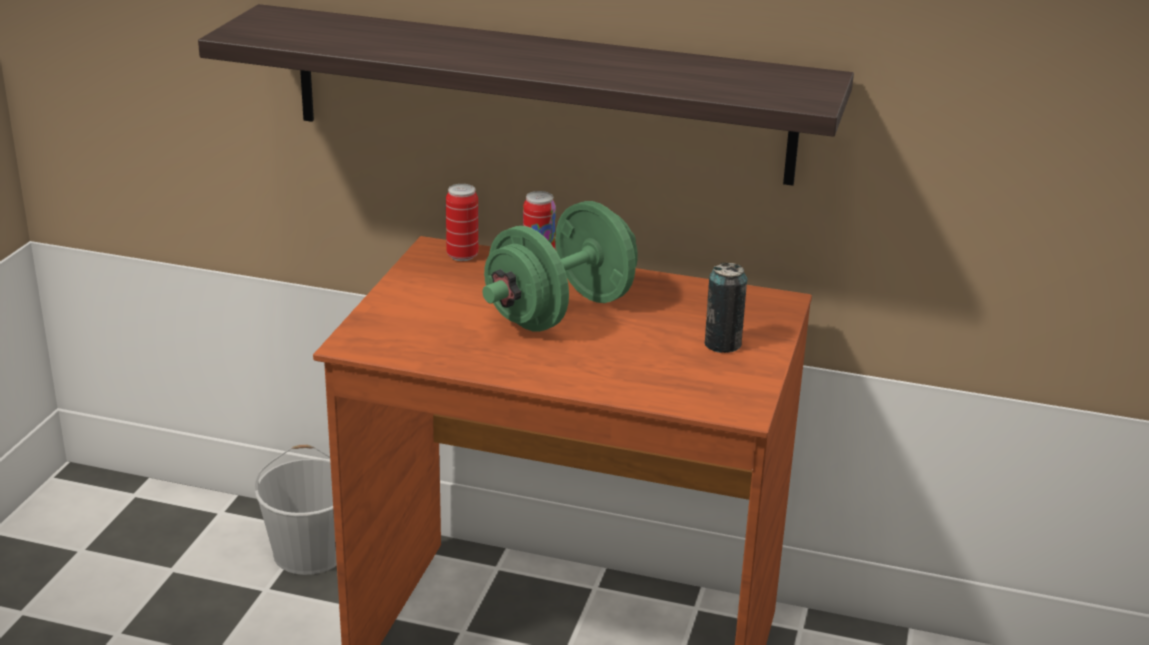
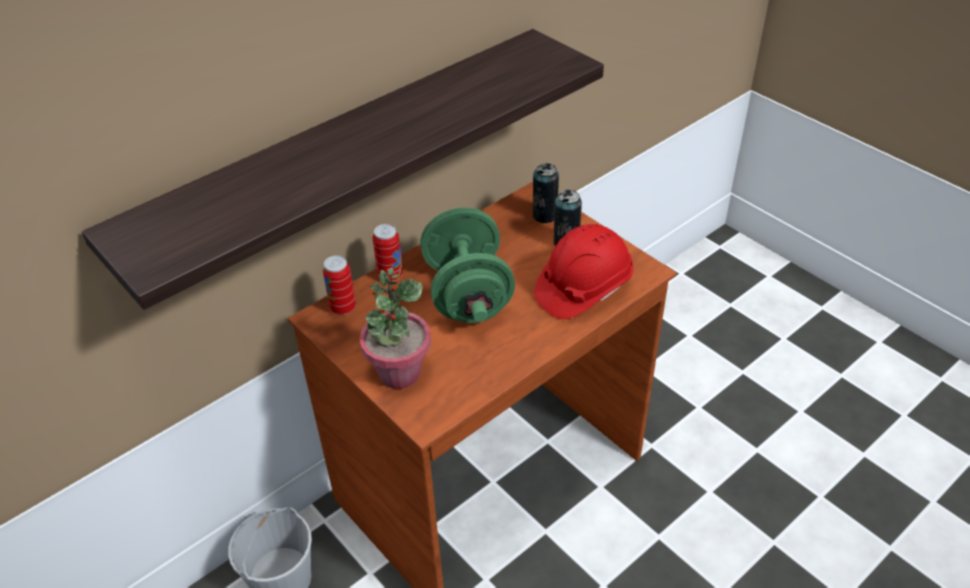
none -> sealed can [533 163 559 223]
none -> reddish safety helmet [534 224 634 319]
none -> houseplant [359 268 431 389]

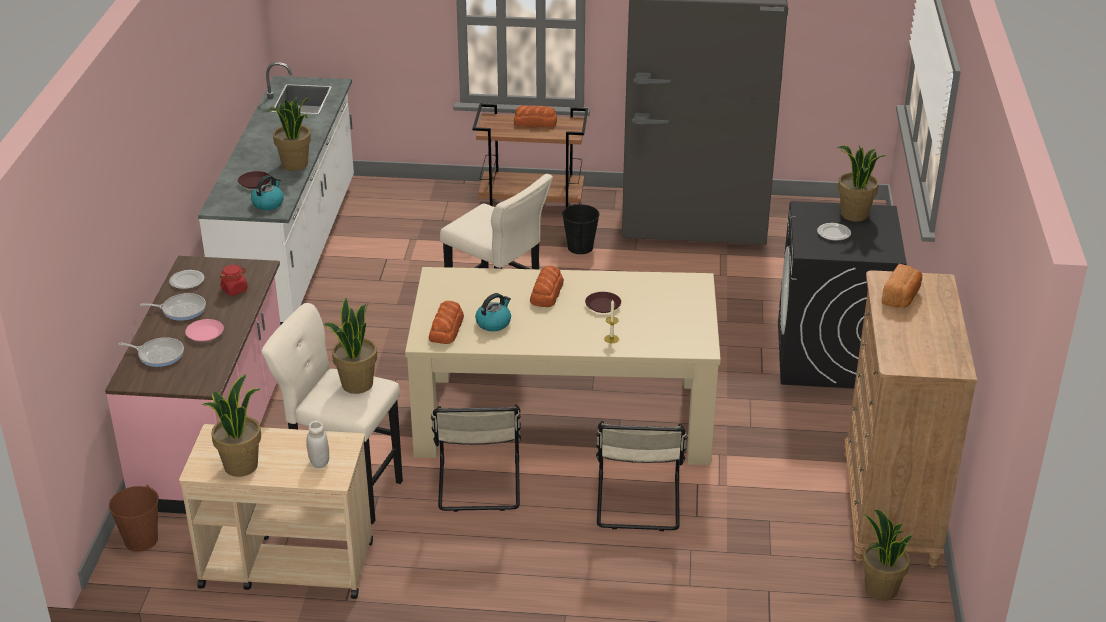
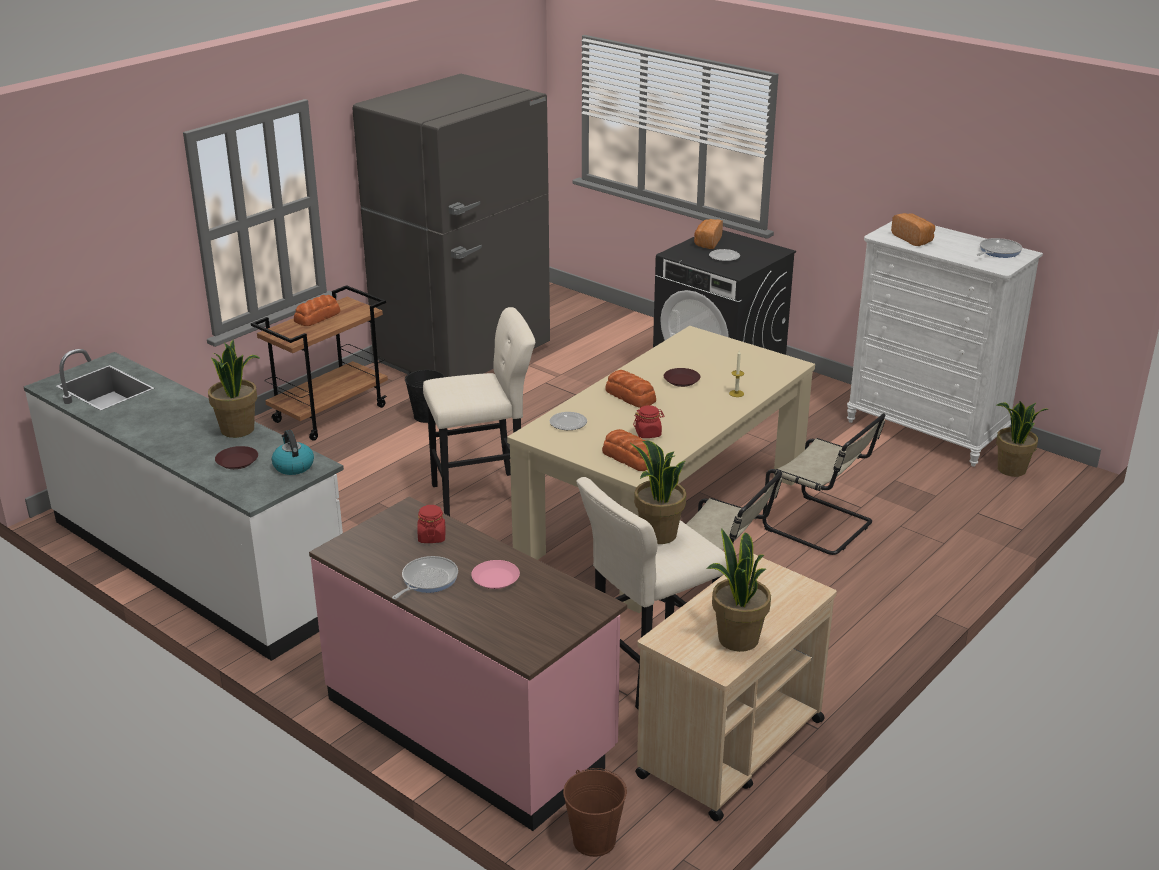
houseplant [837 146 887 221] -> bread [694 219 723 249]
plate [169 270 204 289] -> plate [550 412 587 430], relocated
brown drawer chest [844 270 977 568] -> white drawer chest [847 221 1043 467]
tea kettle [475 293 511 331] -> reddish preserve jar [633 405 665 438]
frying pan [118 337 184 367] -> frying pan [977 238 1022 258], relocated
white preserve jar [306 420 329 468] -> none

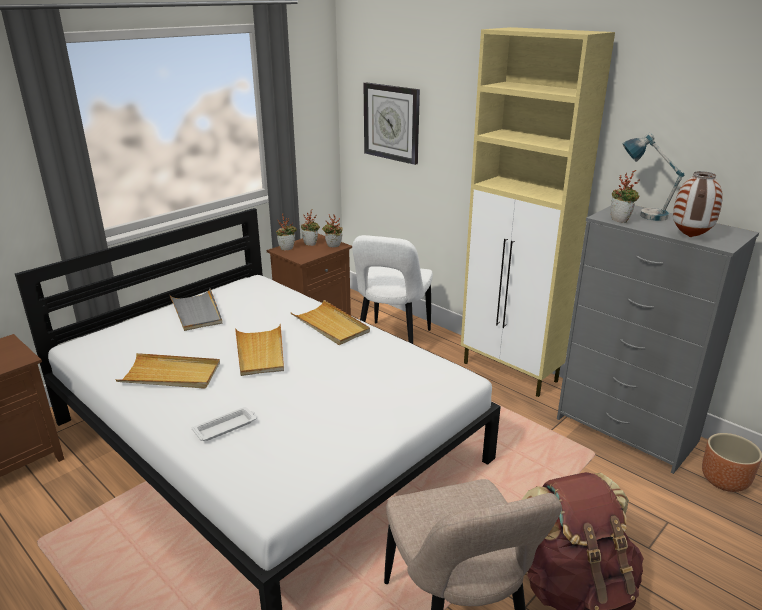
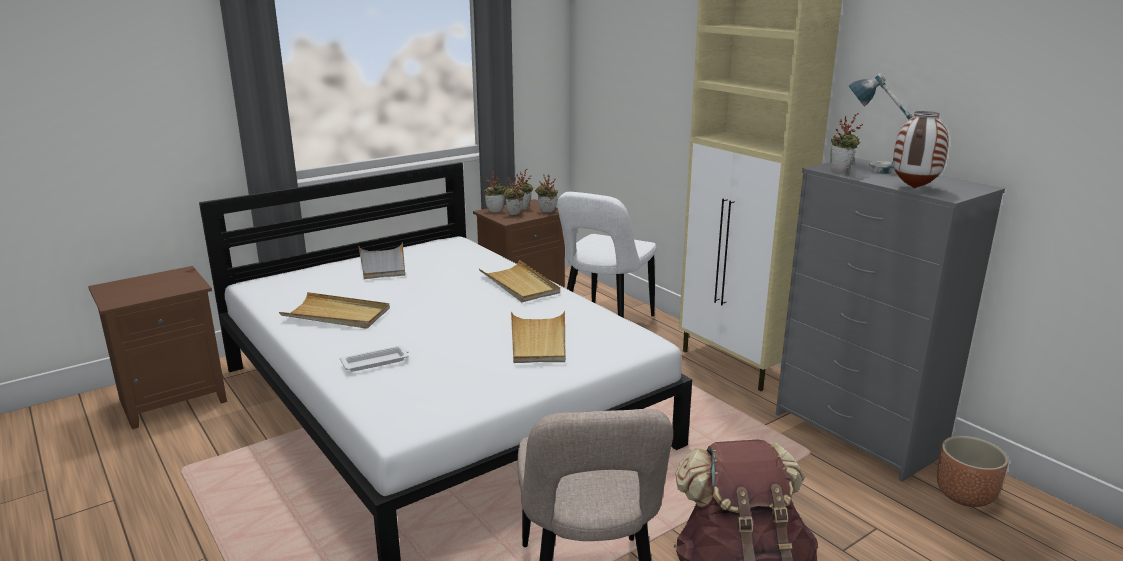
wall clock [363 82 420 165] -> none
beige serving tray [235 324 284 376] -> beige serving tray [511 311 565 363], relocated
none -> houseplant [503 176 524 215]

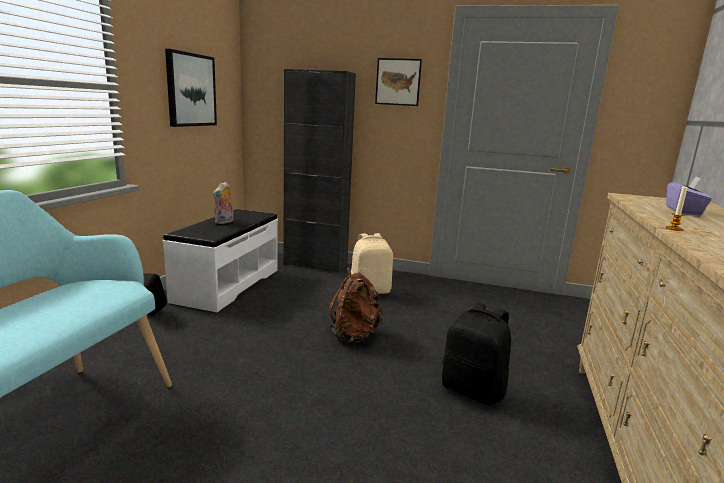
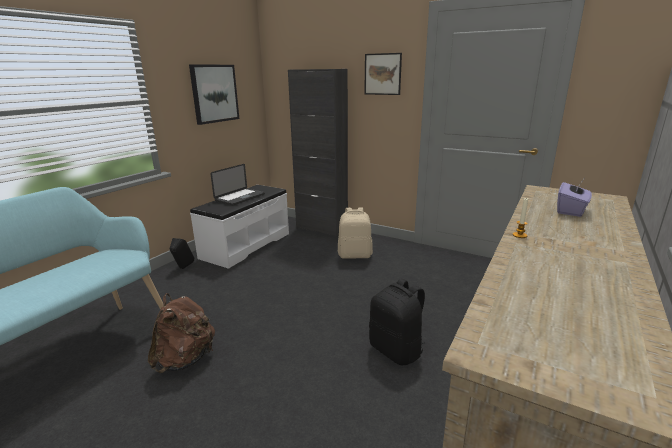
plush toy [213 182 234 224] -> notebook computer [210 164 265 205]
brown backpack [329 267 383 343] -> brown backpack [148 293 215 373], relocated

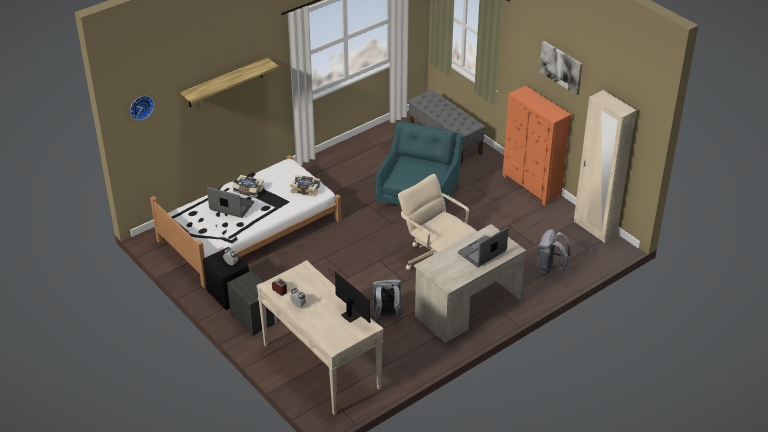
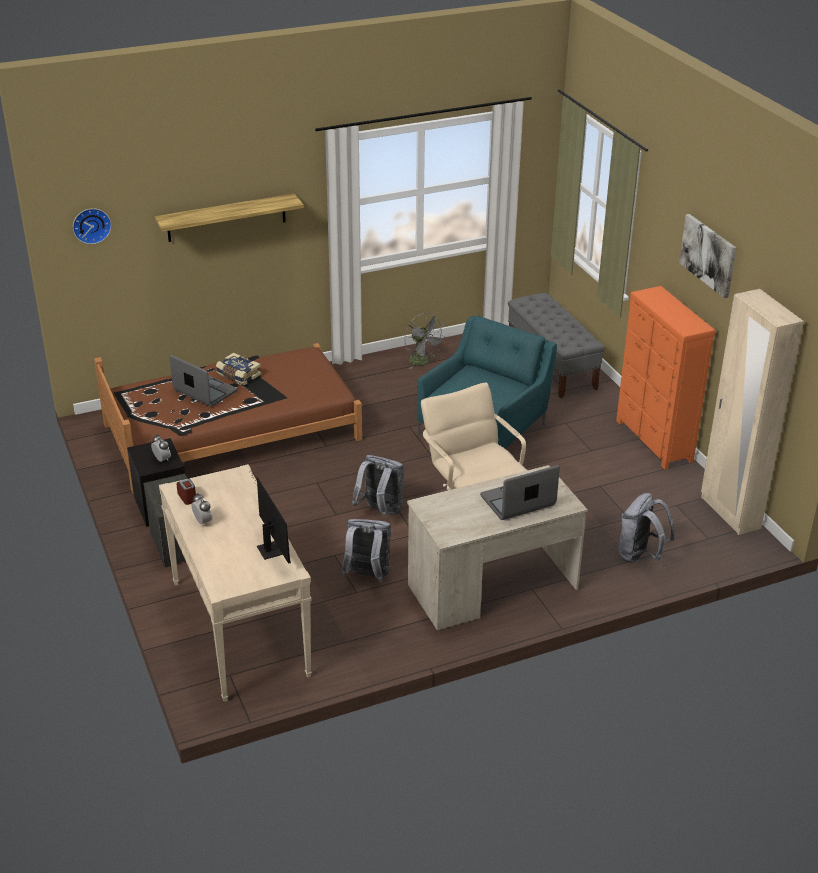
white bed [150 155 341 288] -> brown bed [94 343 362 493]
book [290 175 320 196] -> none
none -> gray electric fan [405 313 446 369]
none -> gray backpack [352 455 404 517]

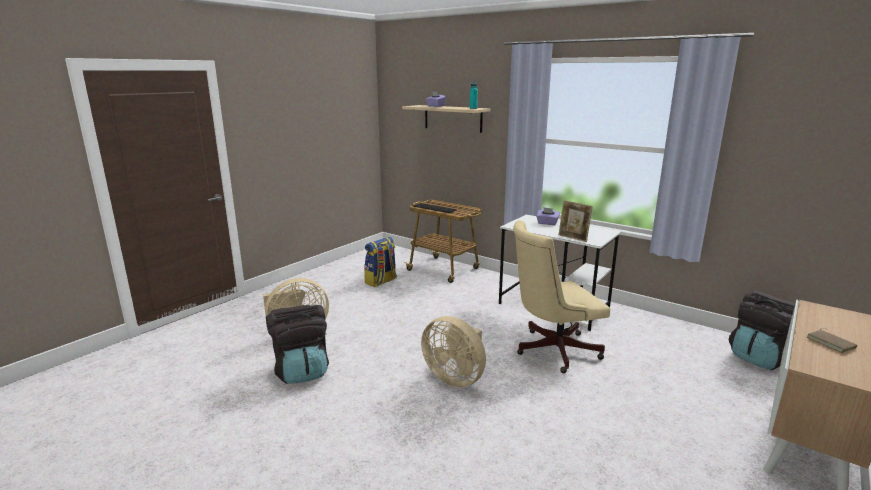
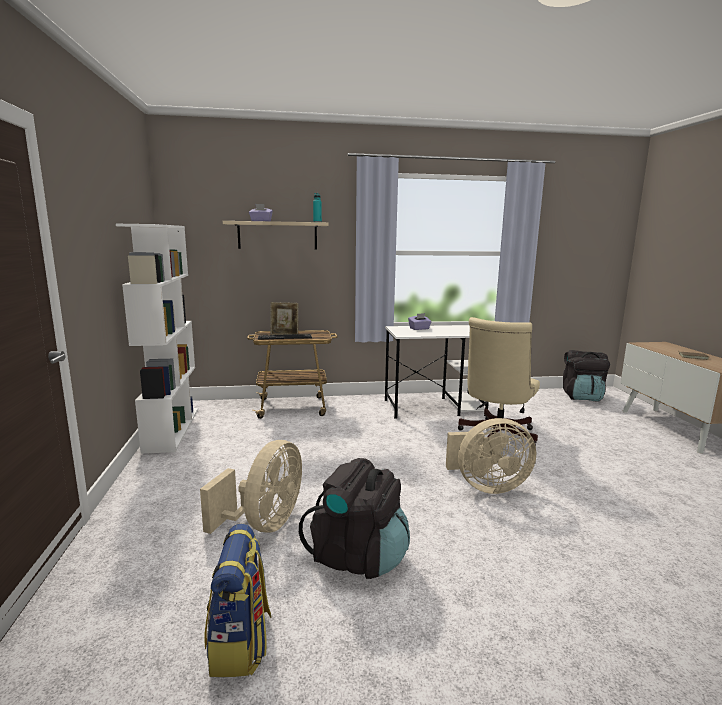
picture frame [558 200 593 242] -> picture frame [270 302 298 335], relocated
backpack [364 237 397 287] -> backpack [205 524 272 677], relocated
none -> white bookshelf [116 224 198 454]

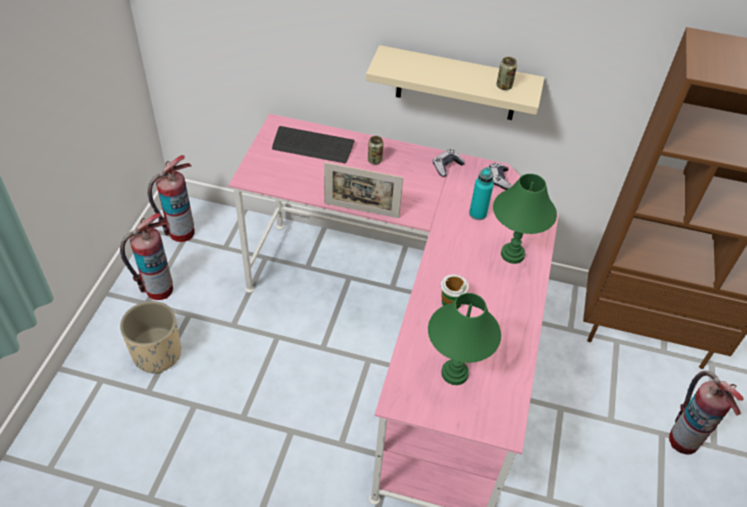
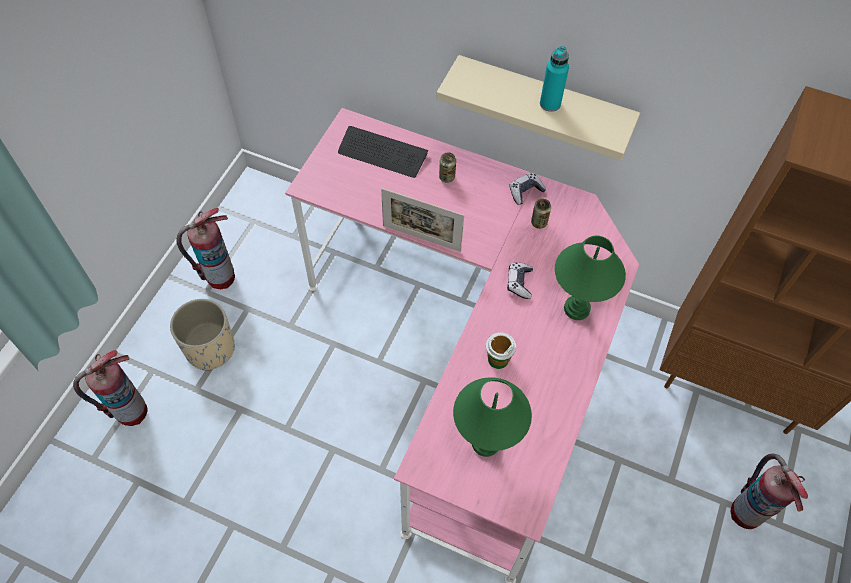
sealed can [496 57 517 90] -> sealed can [531 199 551 229], relocated
extinguisher [148 155 195 242] -> extinguisher [73 350 147 426], relocated
joypad [489 163 512 190] -> joypad [507 262 533 299], relocated
turquoise drink bottle [469 167 494 220] -> turquoise drink bottle [540 46 569 112], relocated

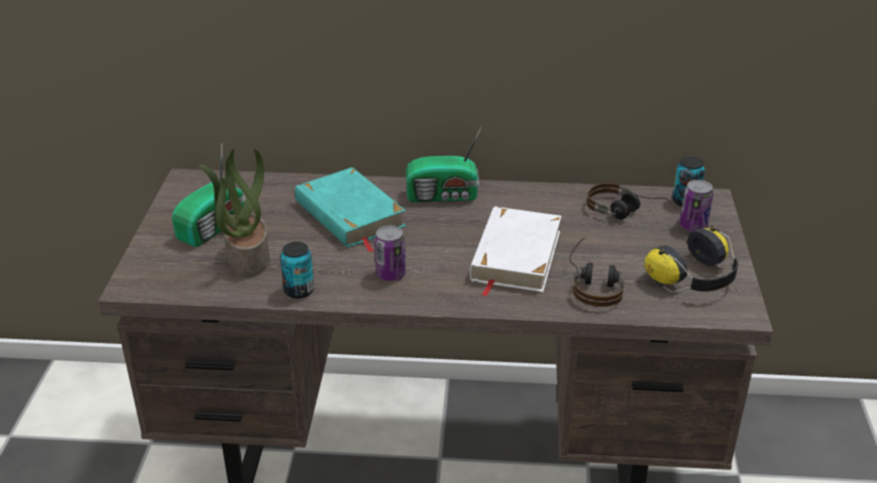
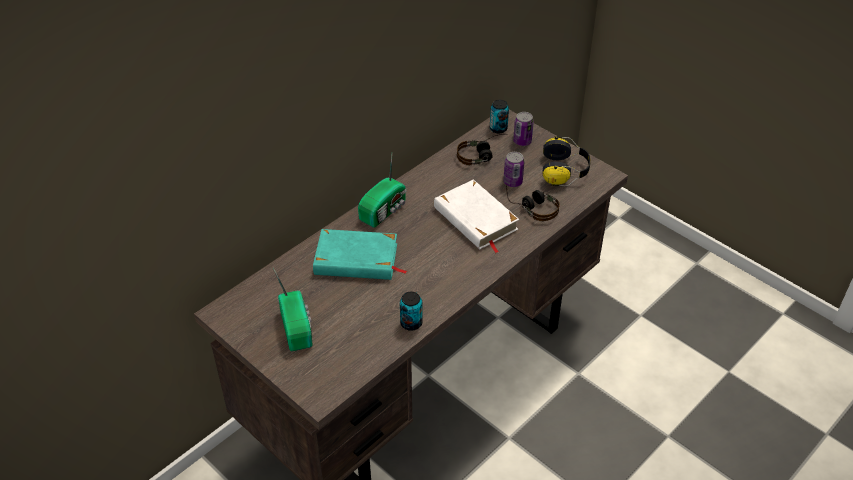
houseplant [199 148 270 277] -> none
sealed can [374 226 406 281] -> sealed can [503 152 524 187], relocated

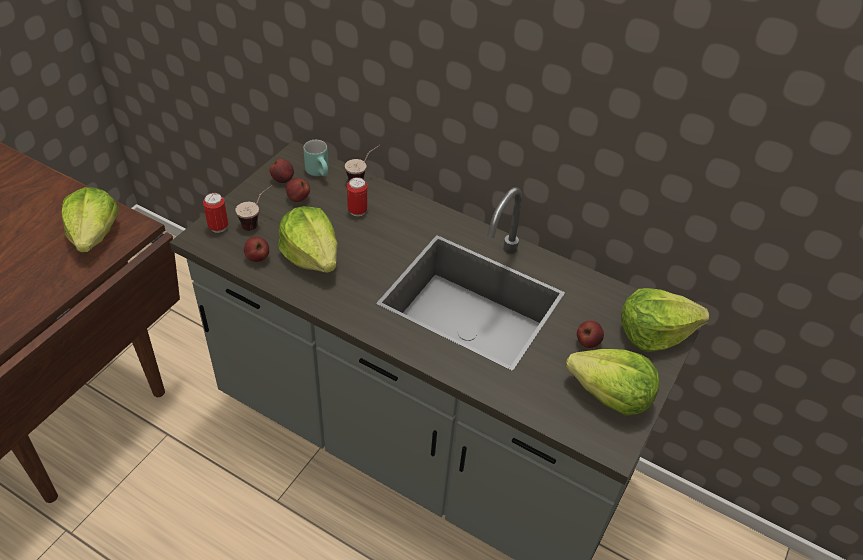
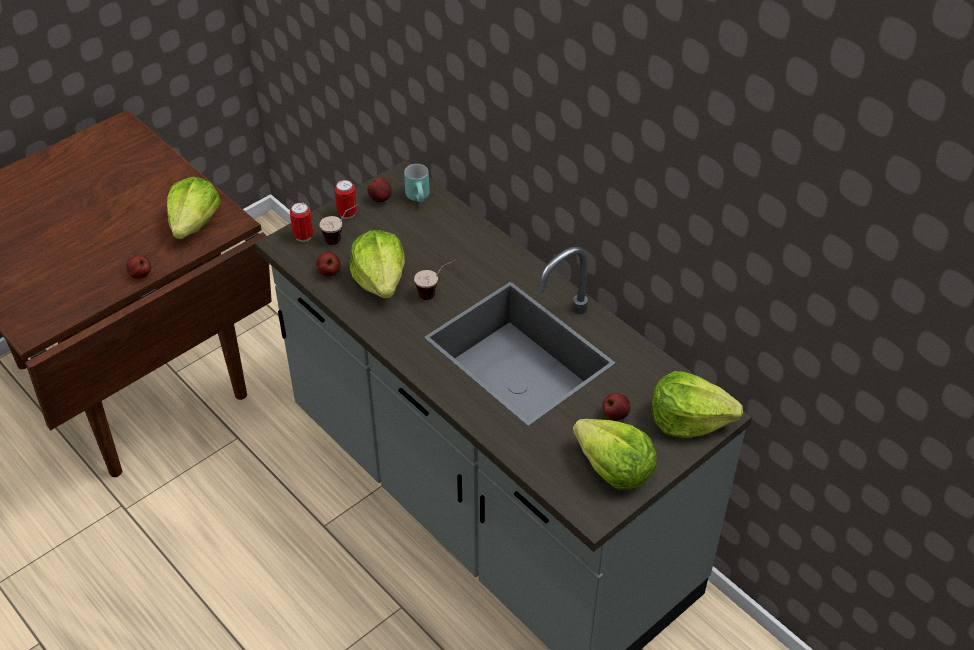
small cup [345 145 381 181] -> small cup [414 260 456 300], relocated
sealed can [347 177 368 216] -> sealed can [335 180 357 219], relocated
apple [286 178 310 202] -> apple [126 255 151 279], relocated

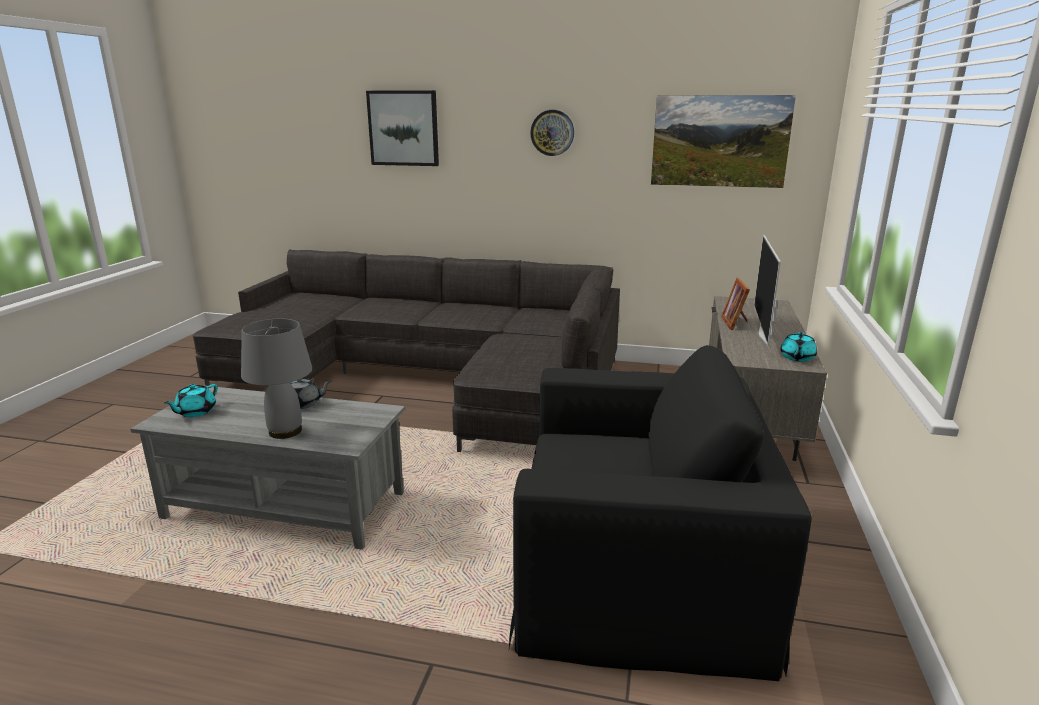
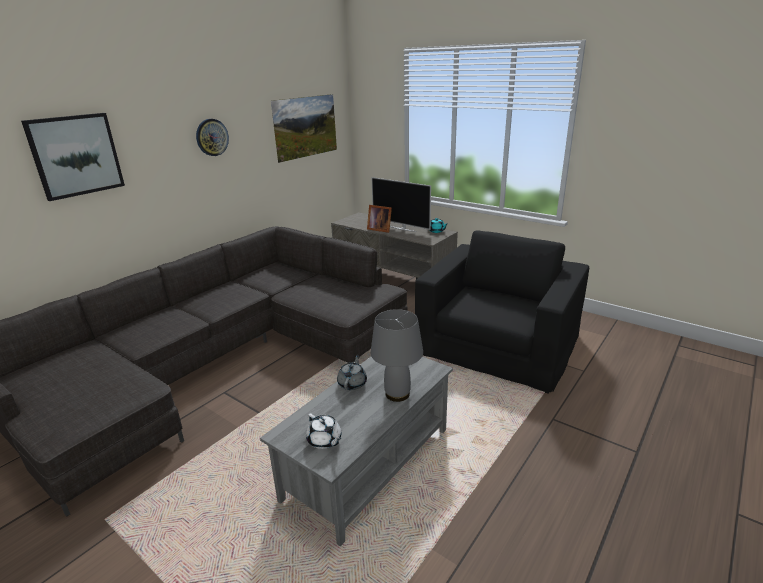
turquoise tea pot [165 384 218 417] -> white tea pot [306 413 341 449]

